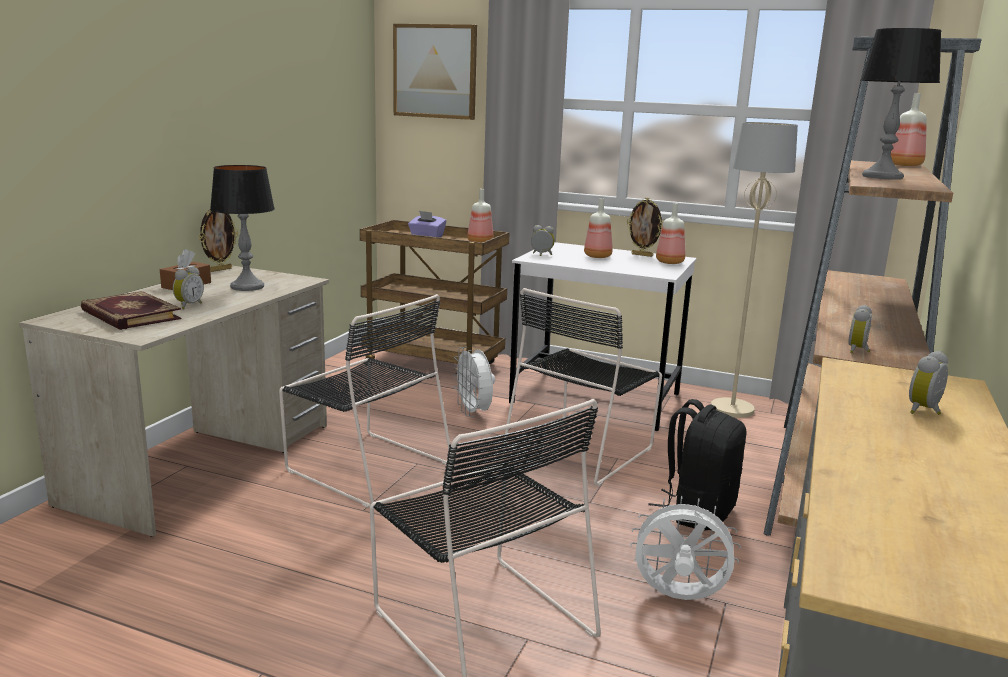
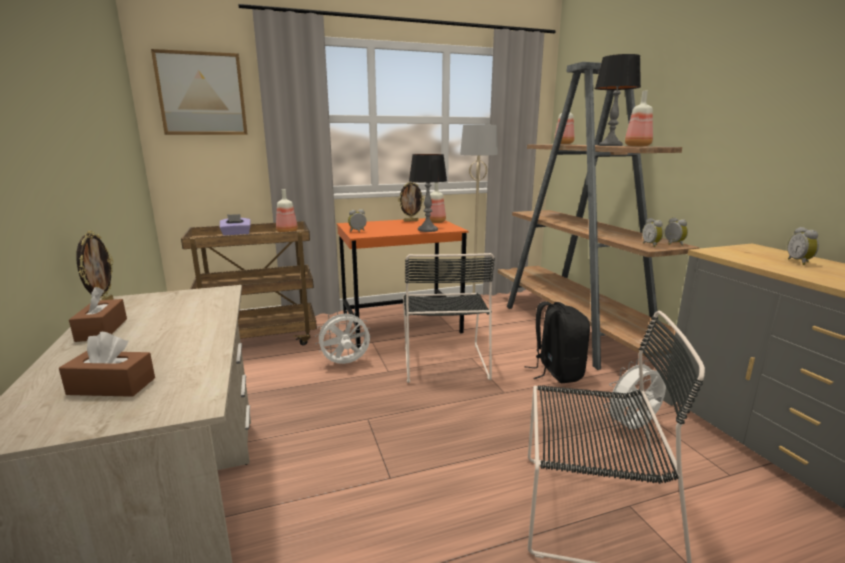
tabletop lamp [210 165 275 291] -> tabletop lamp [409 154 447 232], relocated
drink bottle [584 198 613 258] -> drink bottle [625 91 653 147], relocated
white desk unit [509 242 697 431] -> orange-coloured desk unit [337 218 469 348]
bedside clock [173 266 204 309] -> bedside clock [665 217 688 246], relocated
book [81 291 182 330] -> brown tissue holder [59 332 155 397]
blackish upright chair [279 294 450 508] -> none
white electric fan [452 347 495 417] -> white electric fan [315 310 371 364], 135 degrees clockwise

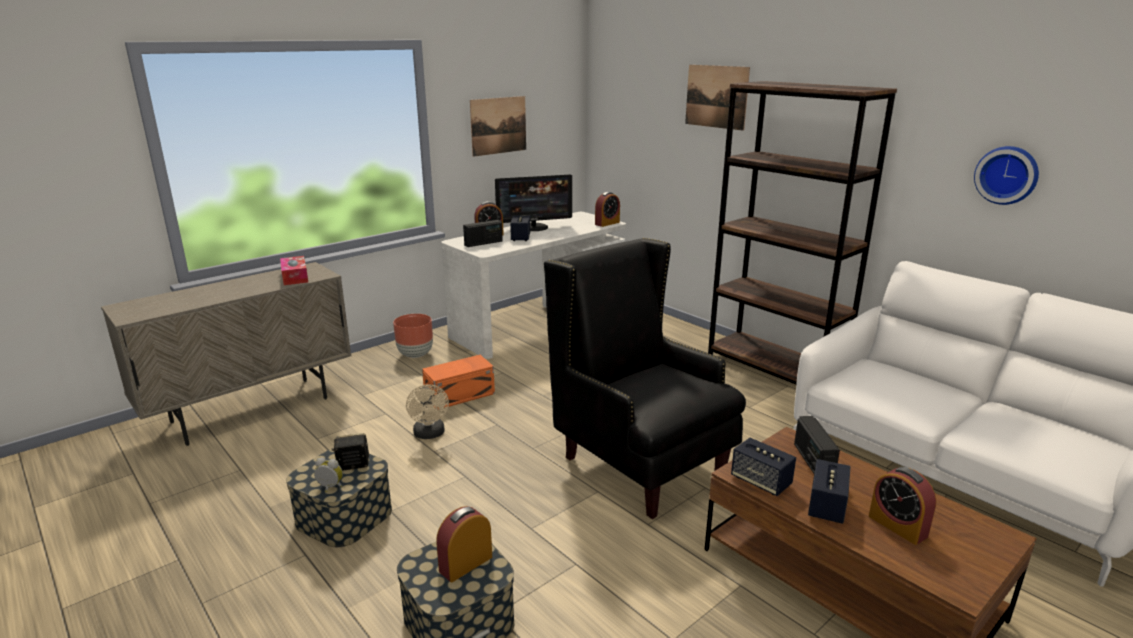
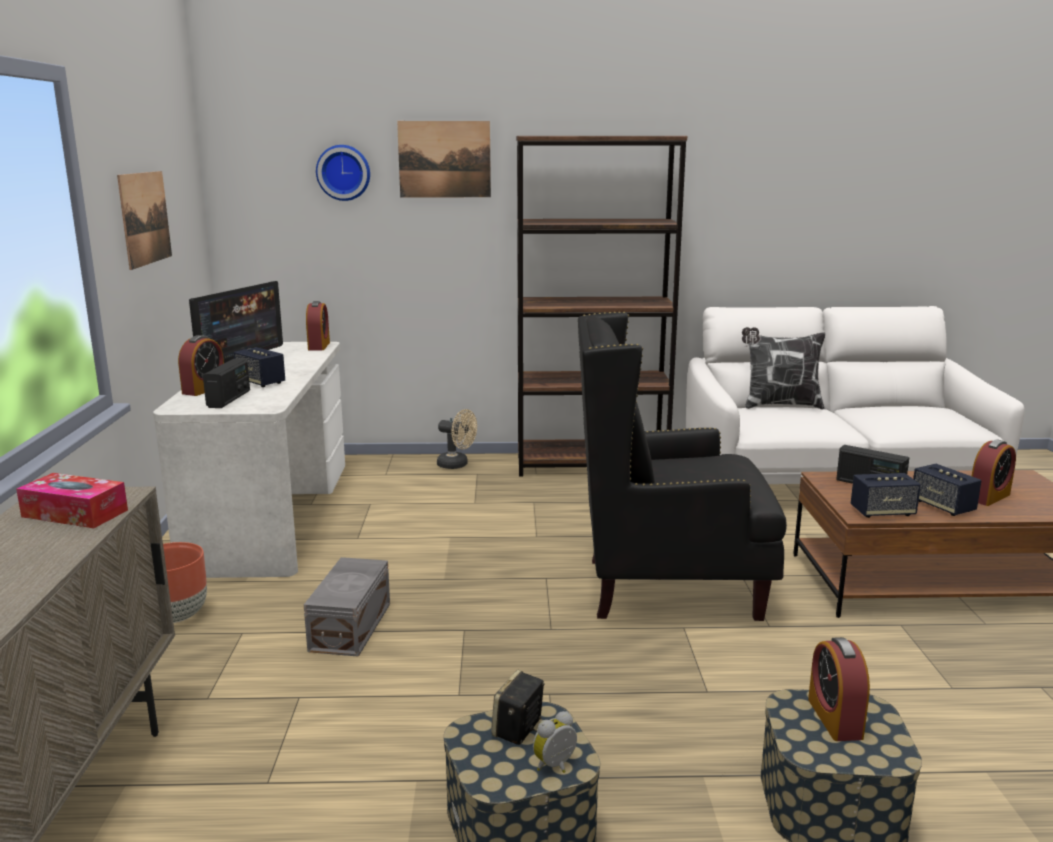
wall clock [974 146 1039 205] -> wall clock [316 145 370 201], relocated
orange-coloured storage bin [422 355 495 410] -> gray storage bin [304 557 390 657]
beige electric fan [406 384 449 439] -> beige electric fan [437 409 477 469], relocated
bedside clock [869 467 936 545] -> bedside clock [972 439 1016 506], 45 degrees counterclockwise
none -> cushion [742 327 825 410]

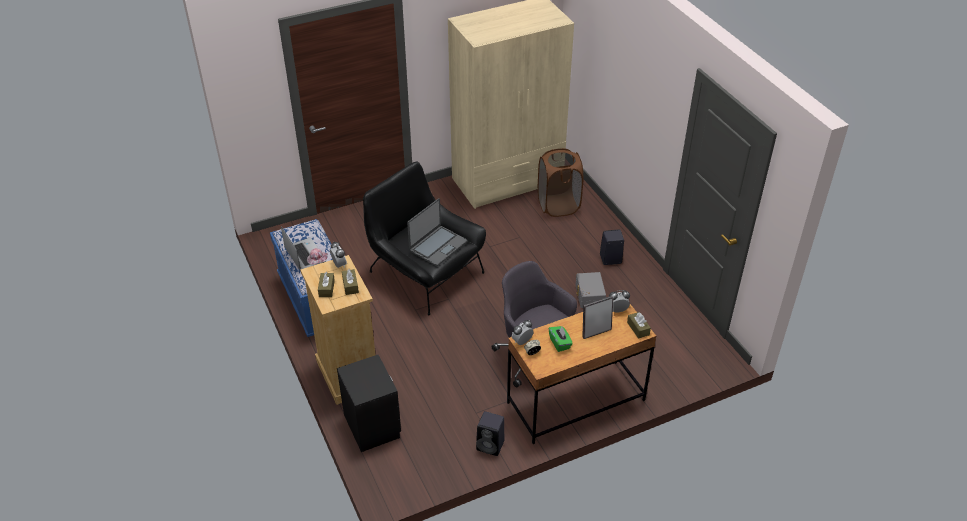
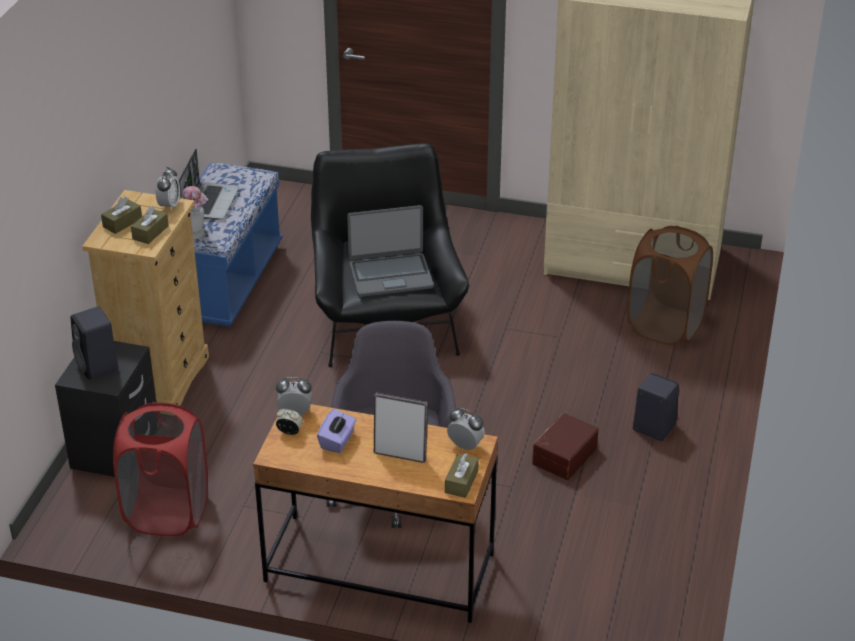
gray storage bin [576 272 606 308] -> brown storage bin [532 413 598 480]
green tissue holder [549 326 573 352] -> purplish tissue holder [317 409 356 453]
blackish loudspeaker [476 411 505 456] -> blackish loudspeaker [71 306 118 380], relocated
none -> reddish hamper [113 402 208 536]

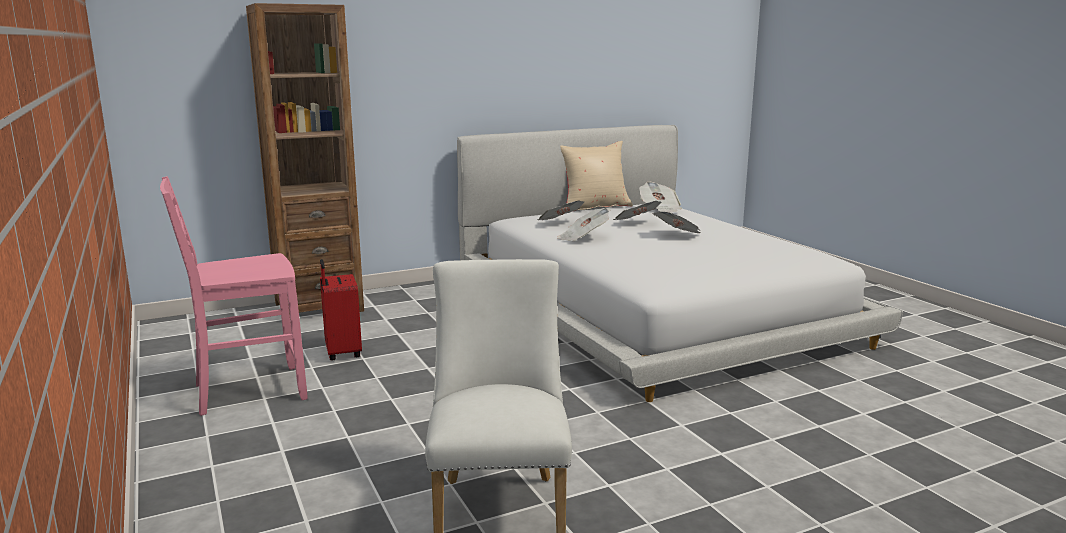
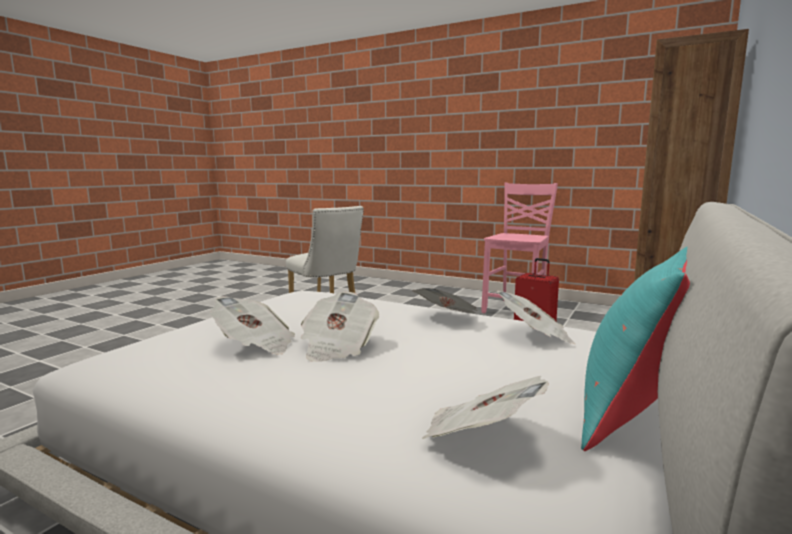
beige cushion [560 141 633 211] -> turquoise cushion [581 246 690 451]
newspaper [613 201 662 220] -> newspaper [209 296 295 355], relocated

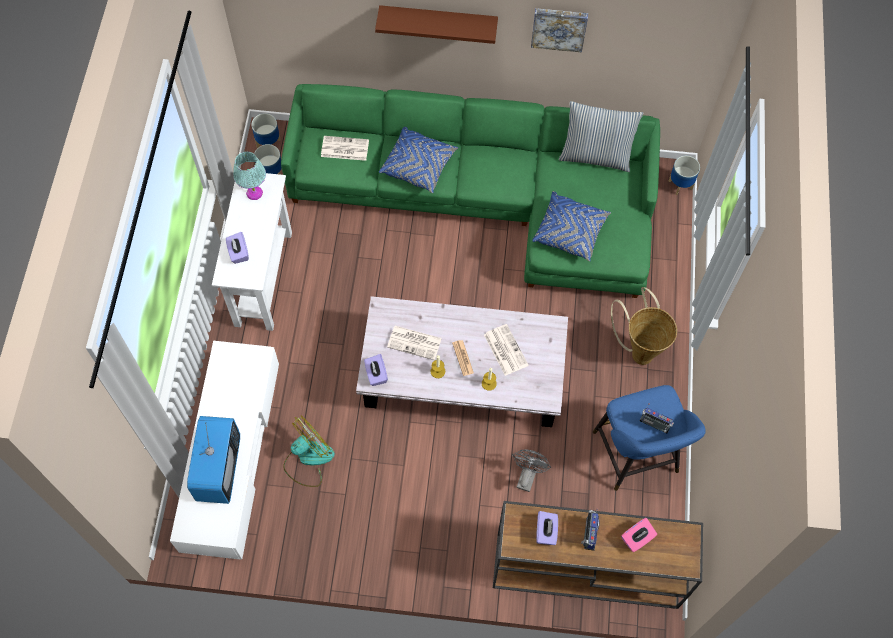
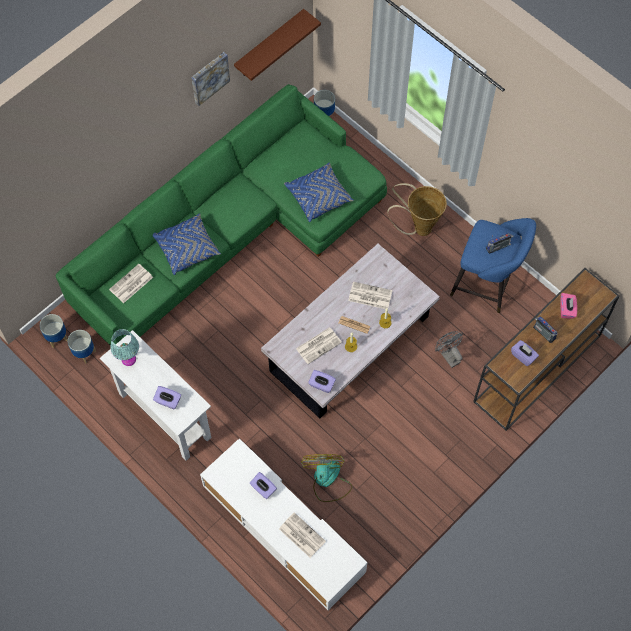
brown bracket shelf [375 5 498 44] -> brown bracket shelf [234 9 321 81], relocated
cushion [559 101 643 172] -> none
TV [187 416 240 504] -> newspaper [279 512 326 558]
none -> purplish tissue holder [250 472 277 499]

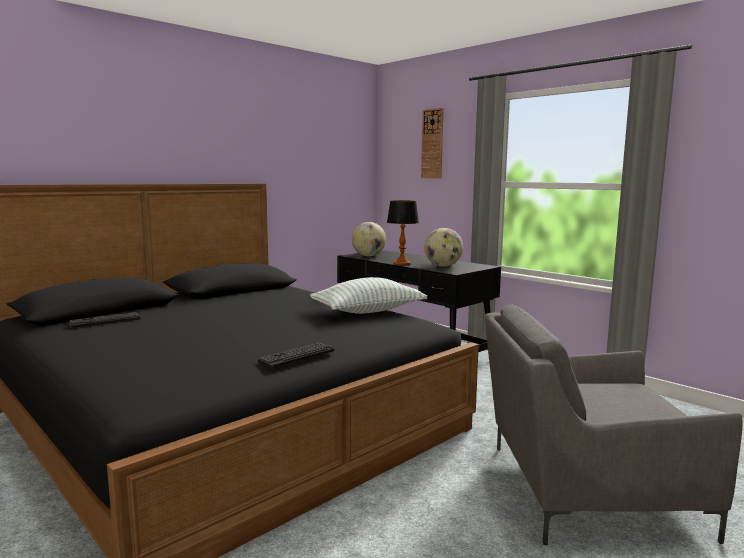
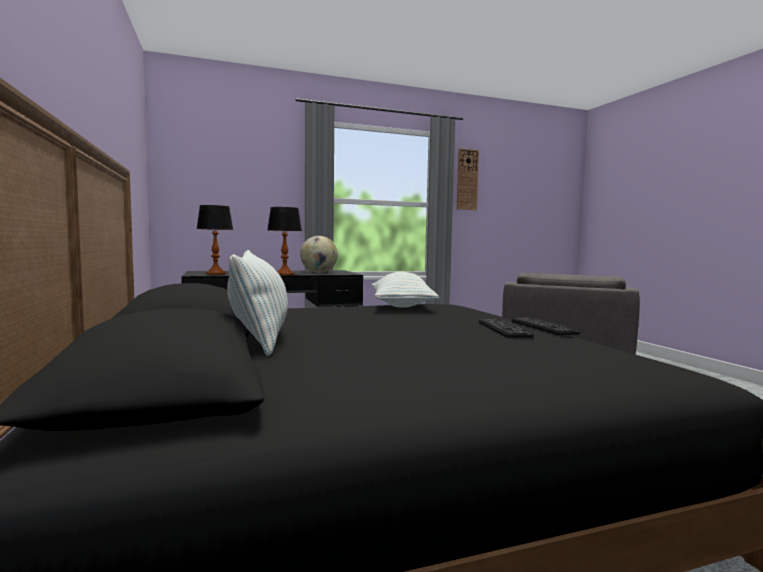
wall clock [421 108 444 178] -> wall clock [457 148 479 210], relocated
world globe [352 222 386 256] -> tabletop lamp [197 205 233 275]
keyboard [69 312 141 328] -> keyboard [479 319 534 338], relocated
none -> cushion [227 250 288 356]

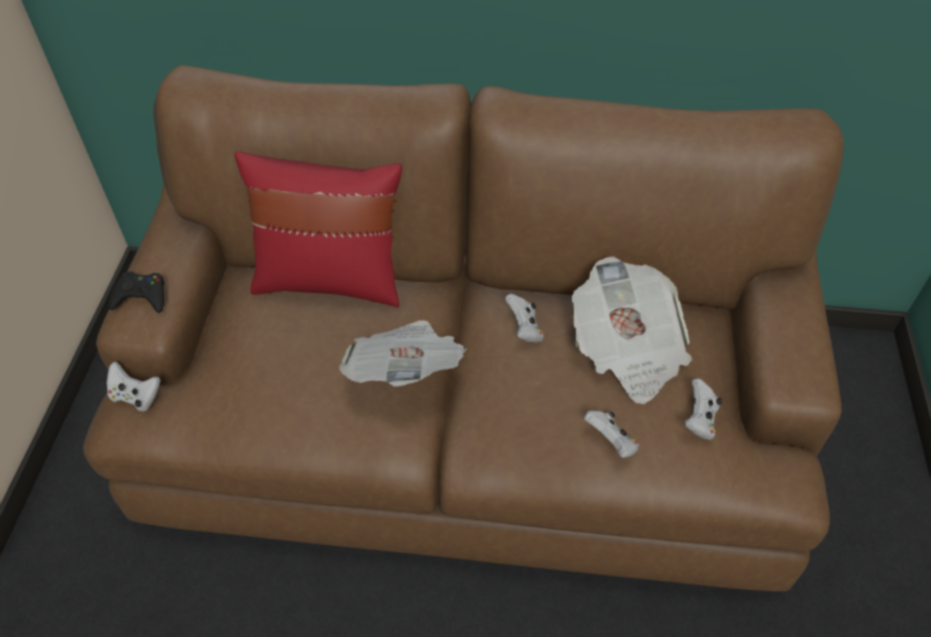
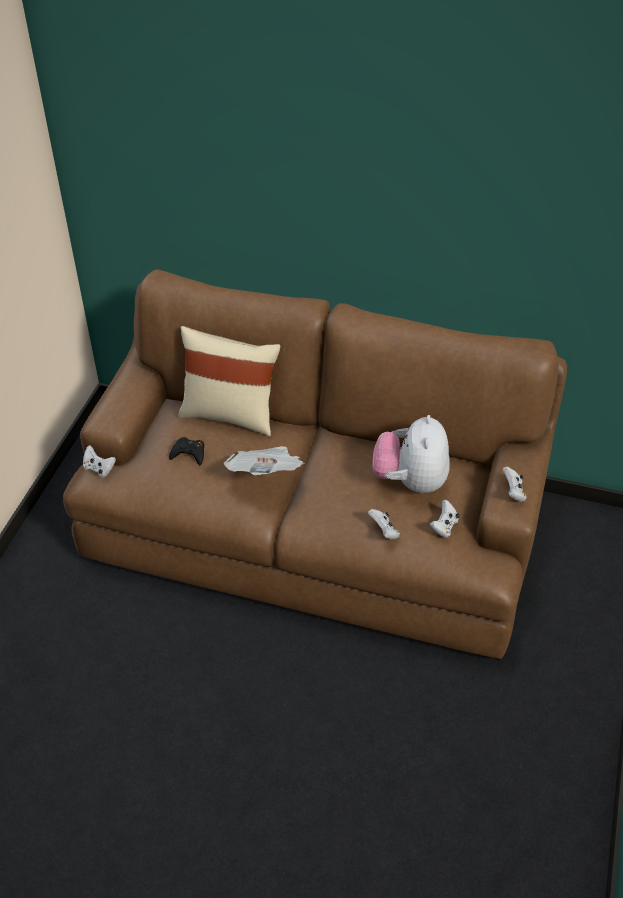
reddish cushion [235 151 402 307] -> beige cushion [178 326 280 437]
newspaper [571 256 692 404] -> plush toy [372 415 450 493]
blackish joypad [108 272 164 313] -> blackish joypad [169 437 204 465], relocated
white joypad [505 294 544 343] -> white joypad [502 466 527 502], relocated

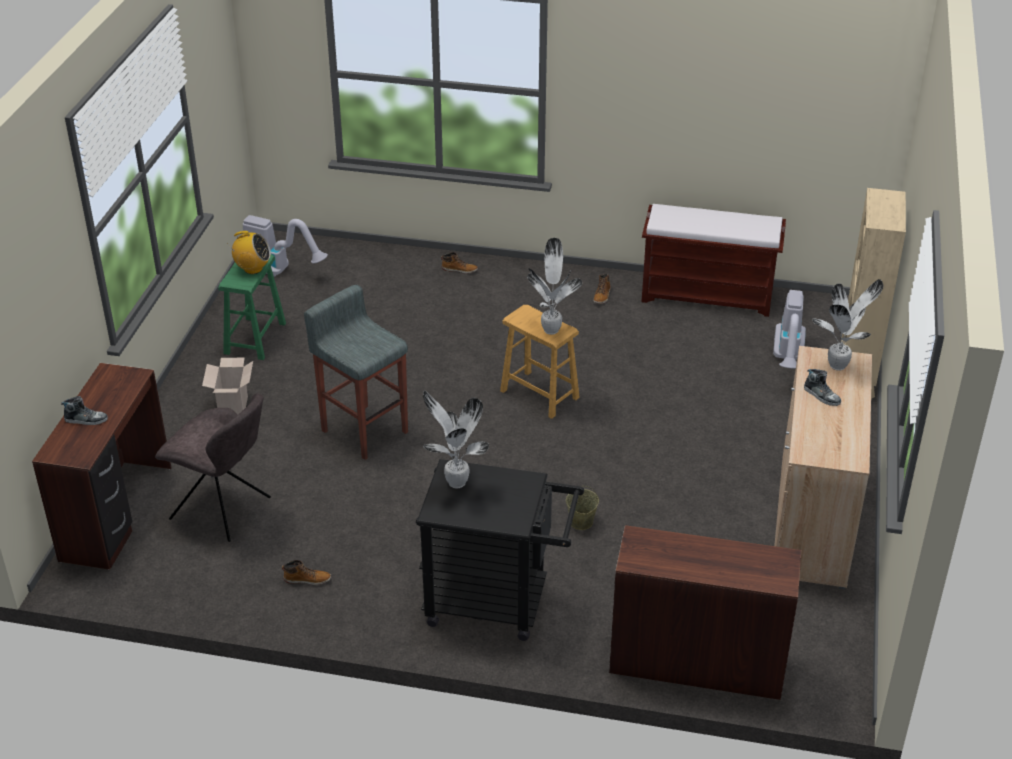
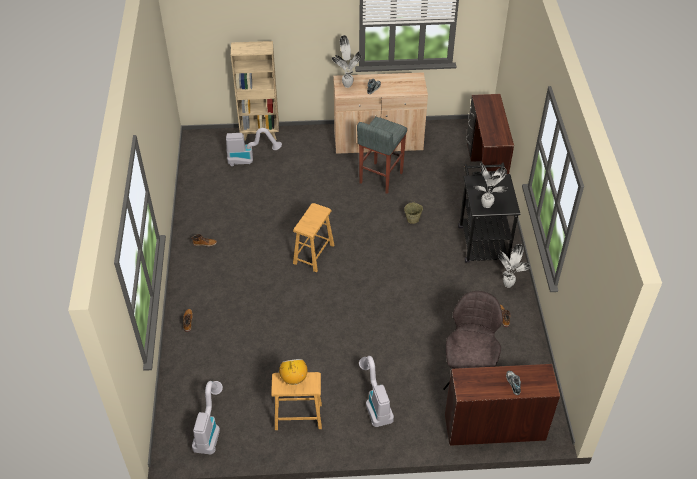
brown bench [641 204 786 317] -> none
houseplant [527 238 582 335] -> houseplant [498 244 530 288], relocated
green stool [218 254 286 360] -> brown stool [271 372 322 430]
gray stool [304 285 408 460] -> gray stool [357 117 407 194], relocated
cardboard box [202 358 253 415] -> vacuum [359 356 394 427]

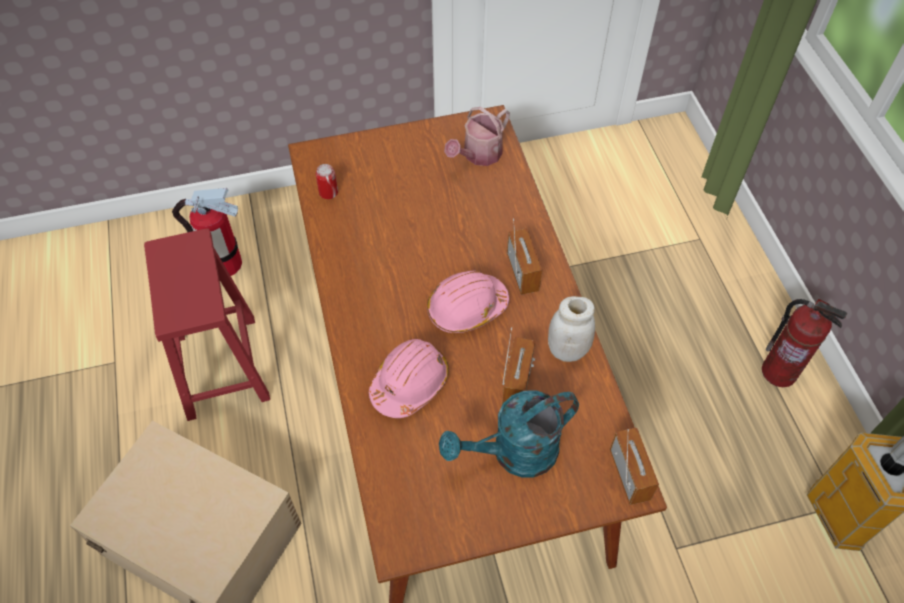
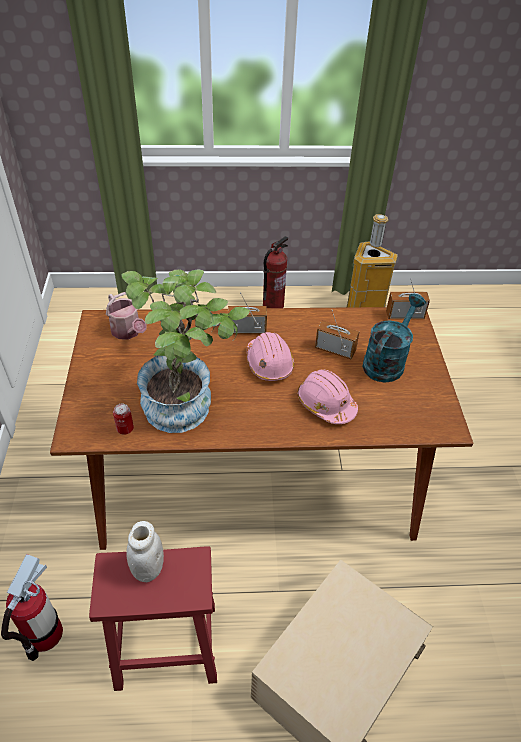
white preserve jar [548 296 595 362] -> white preserve jar [127 521 164 582], relocated
turquoise sprinkling can [439 390 579 477] -> turquoise sprinkling can [363 294 426 383], 135 degrees counterclockwise
none -> houseplant [121 269 250 433]

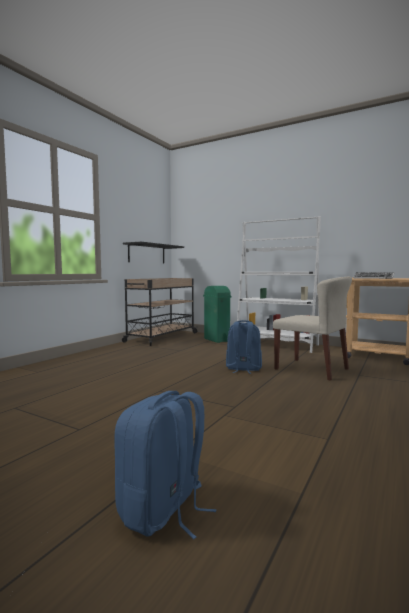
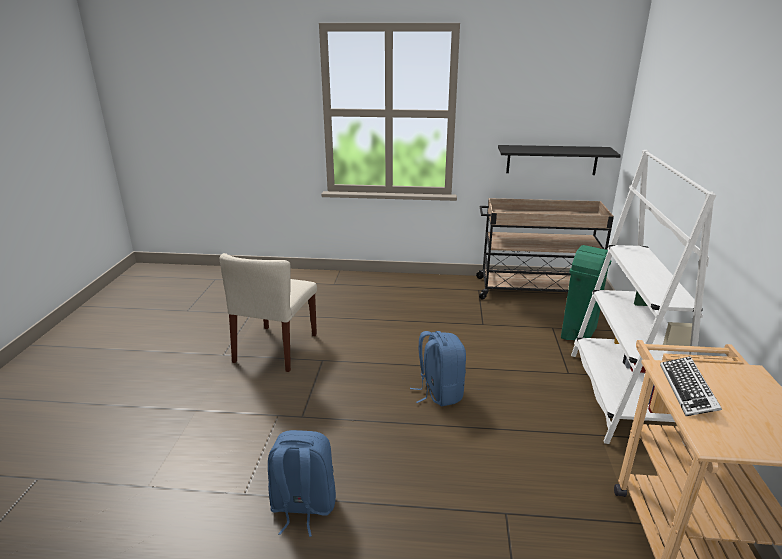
beige upright chair [273 276 352 381] -> beige upright chair [220 253 317 372], relocated
blue-coloured backpack [114 391 216 539] -> blue-coloured backpack [268 430 336 537], relocated

